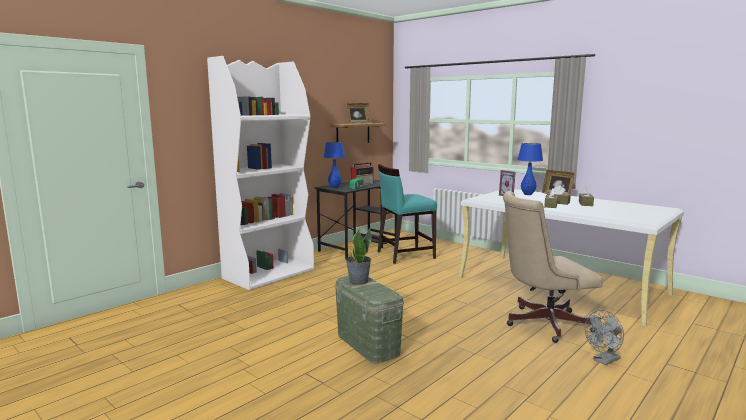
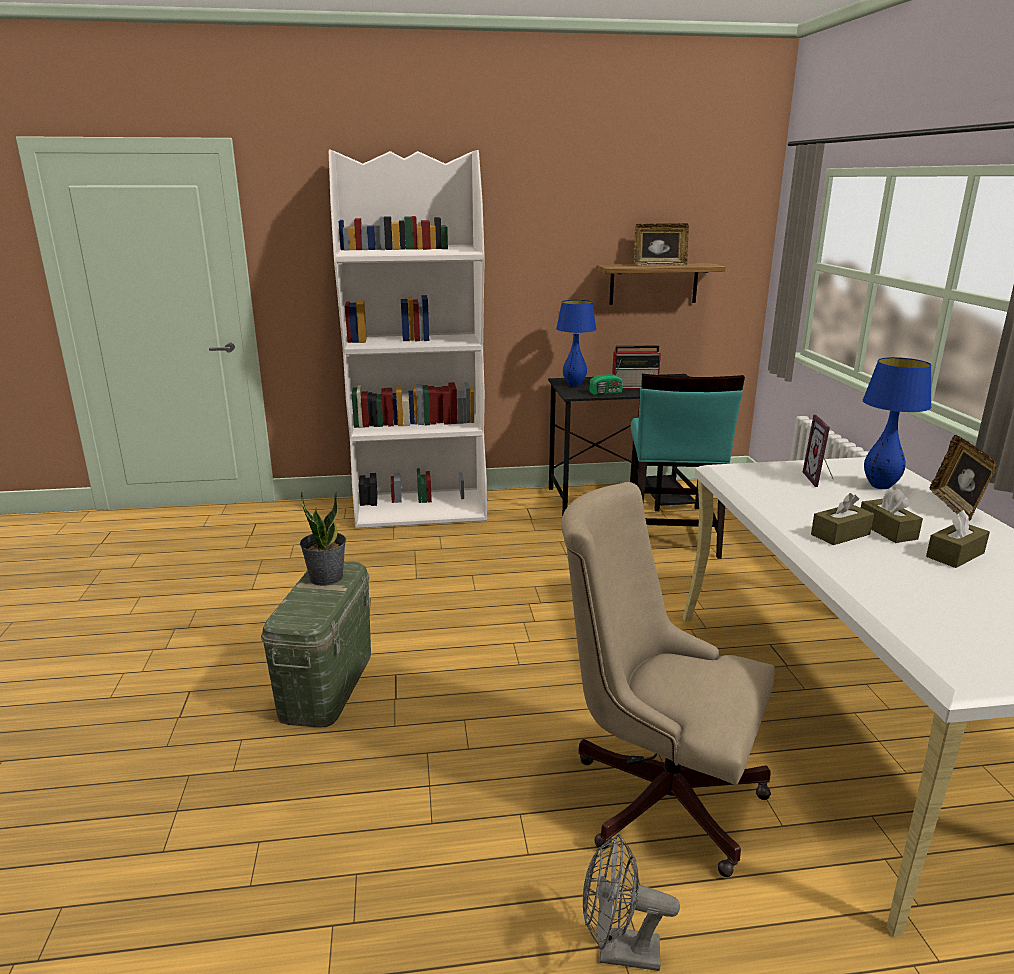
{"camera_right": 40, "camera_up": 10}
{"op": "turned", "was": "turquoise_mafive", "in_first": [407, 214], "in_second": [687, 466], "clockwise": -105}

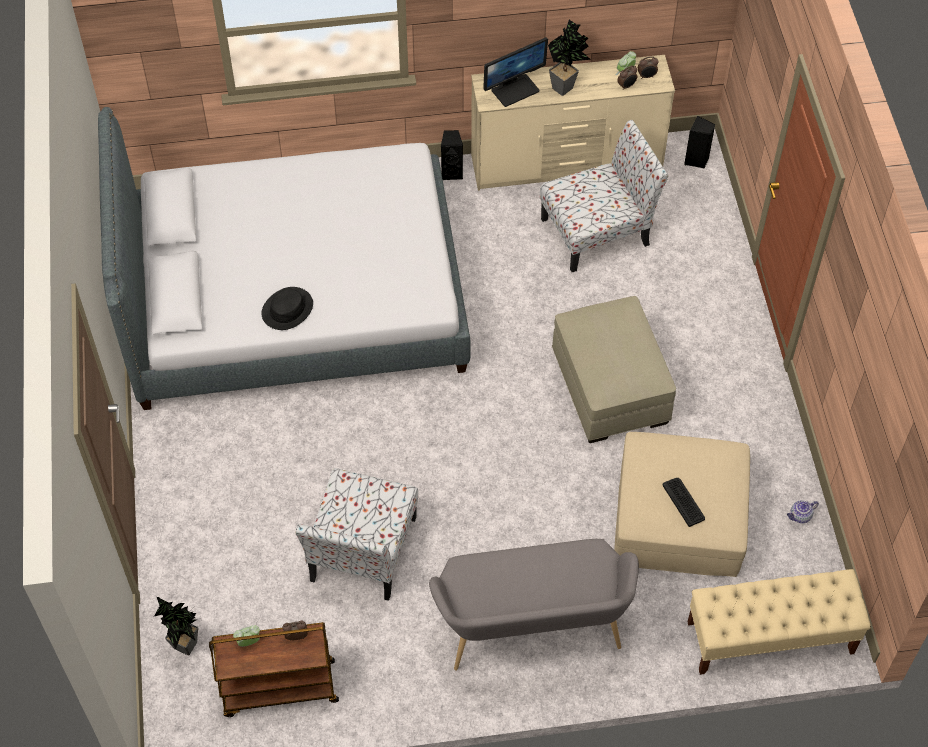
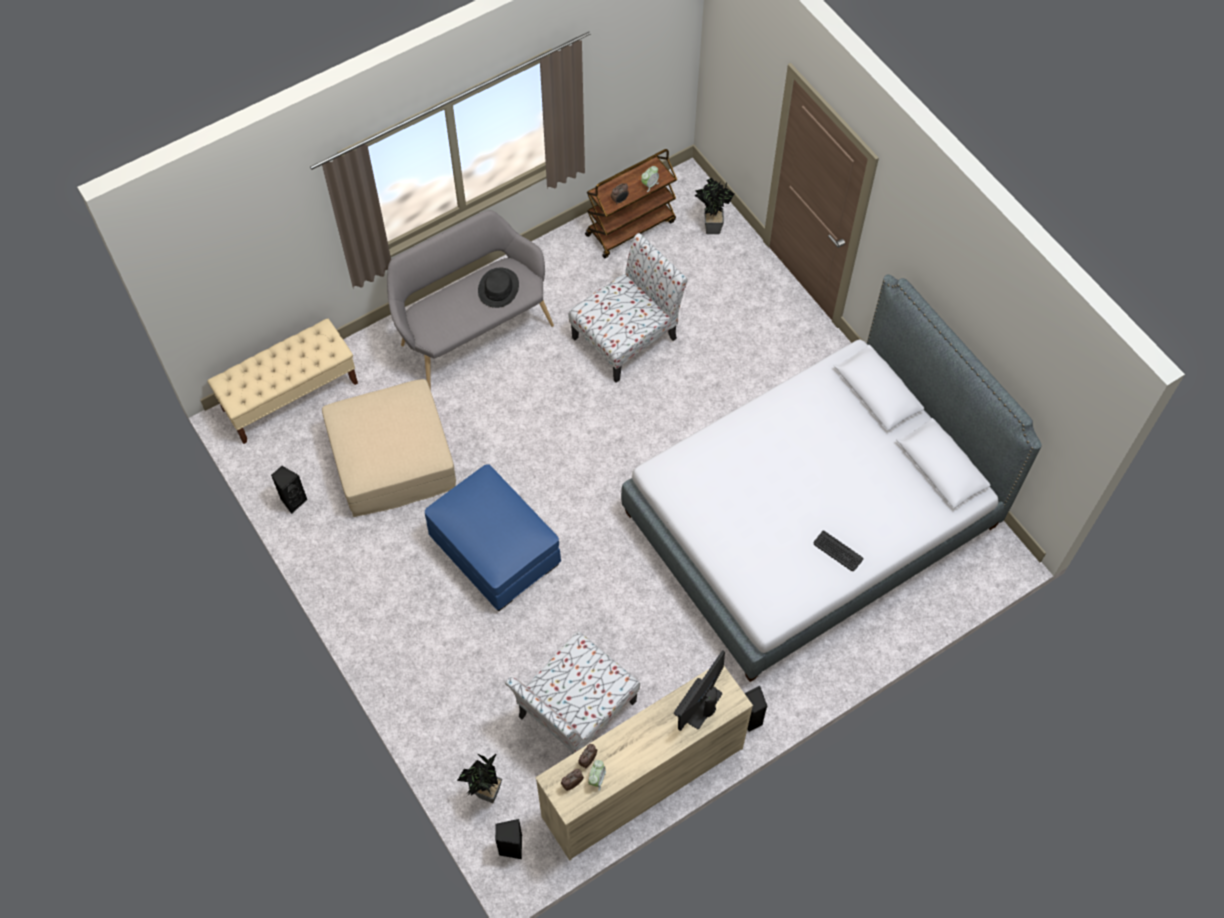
{"camera_right": 155, "camera_up": 5}
{"op": "moved", "was": "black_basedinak", "in_first": [287, 308], "in_second": [498, 288]}
{"op": "moved", "was": "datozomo", "in_first": [569, 58], "in_second": [479, 778]}
{"op": "moved", "was": "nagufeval", "in_first": [684, 502], "in_second": [838, 550]}
{"op": "replaced", "was": "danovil", "now": "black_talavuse", "in_first": [803, 511], "in_second": [289, 490]}
{"op": "recoloured", "was": "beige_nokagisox", "now": "blue_nokagisox", "in_first": [614, 369], "in_second": [493, 537]}
{"op": "turned", "was": "mafive", "in_first": [356, 534], "in_second": [628, 308], "clockwise": 60}

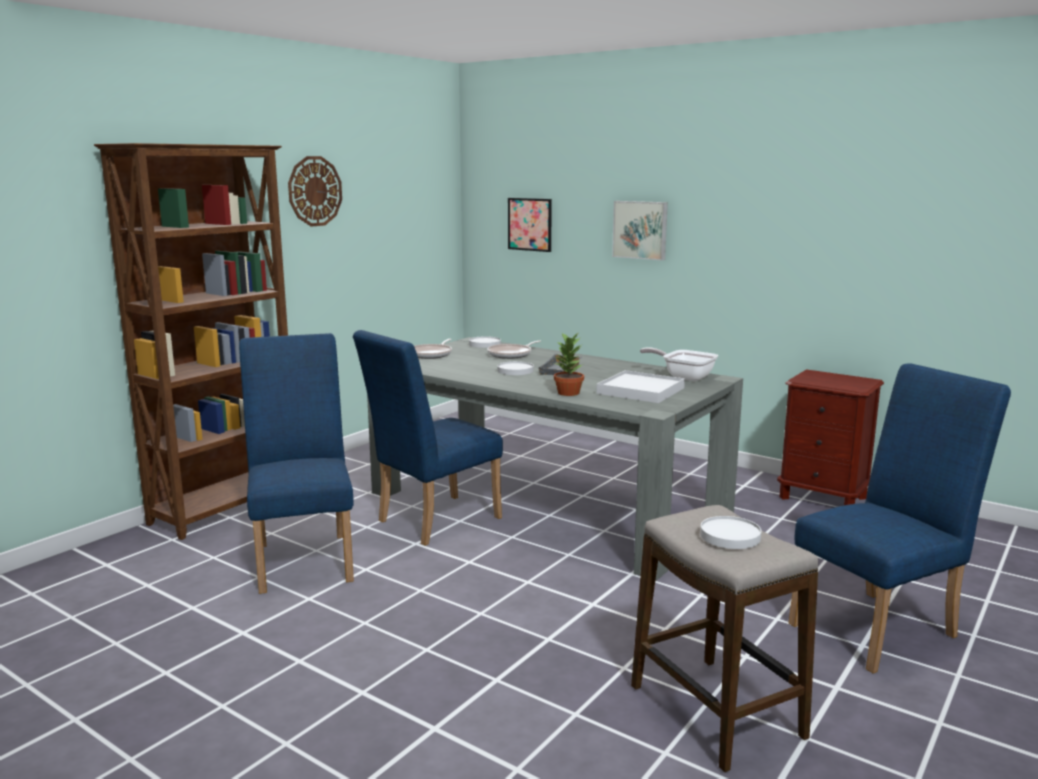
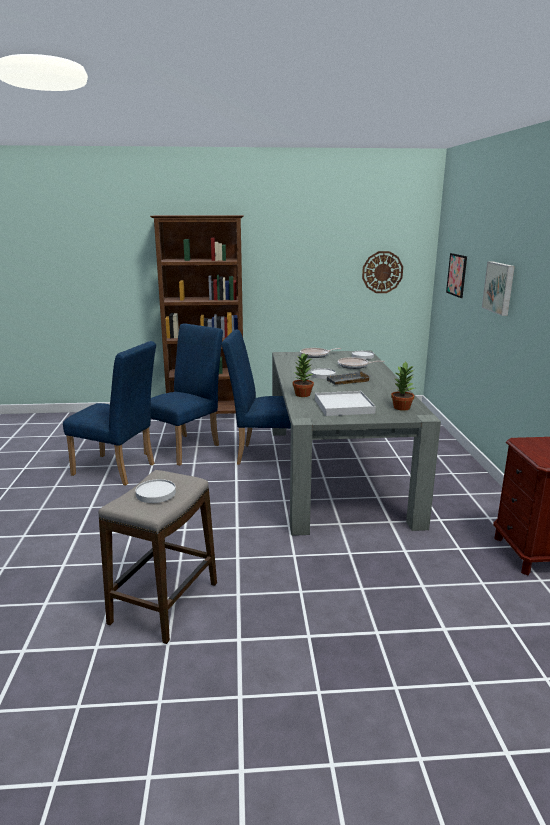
{"camera_right": 50, "camera_up": 5}
{"op": "moved", "was": "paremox", "in_first": [315, 191], "in_second": [382, 272]}
{"op": "moved", "was": "blue_mafive", "in_first": [899, 518], "in_second": [109, 413]}
{"op": "replaced", "was": "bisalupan", "now": "datozomo", "in_first": [679, 364], "in_second": [403, 386]}

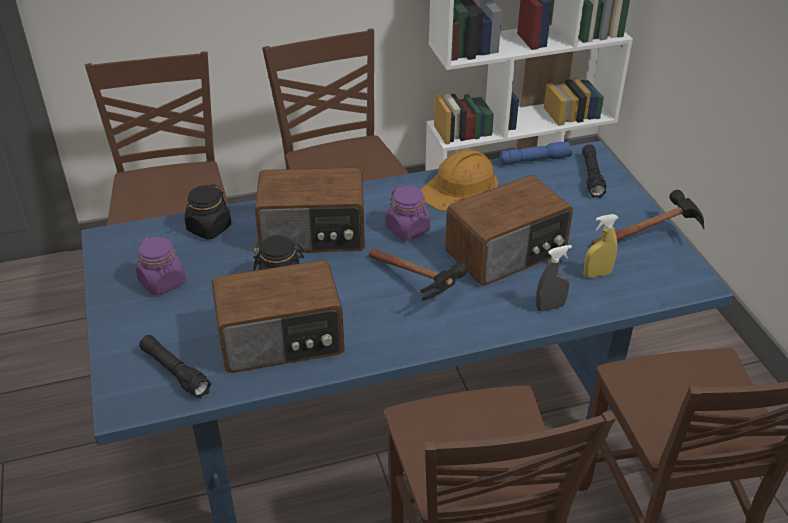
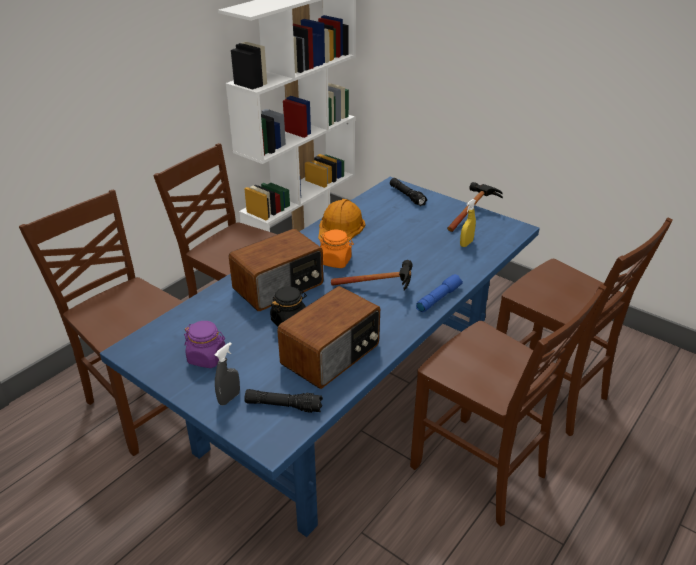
{"camera_right": -35, "camera_up": -5}
{"op": "removed", "was": "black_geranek", "in_first": [208, 212]}
{"op": "removed", "was": "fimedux", "in_first": [509, 230]}
{"op": "moved", "was": "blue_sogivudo", "in_first": [535, 153], "in_second": [439, 293]}
{"op": "moved", "was": "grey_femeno", "in_first": [554, 278], "in_second": [227, 373]}
{"op": "recoloured", "was": "purple_geranek", "now": "orange_geranek", "in_first": [408, 213], "in_second": [337, 249]}

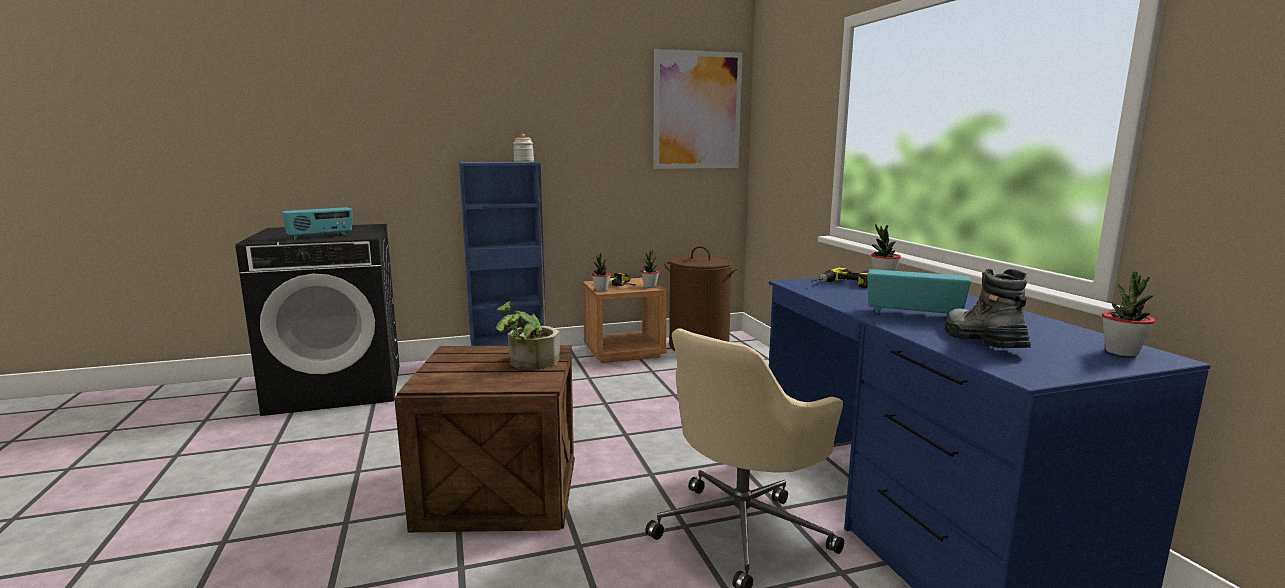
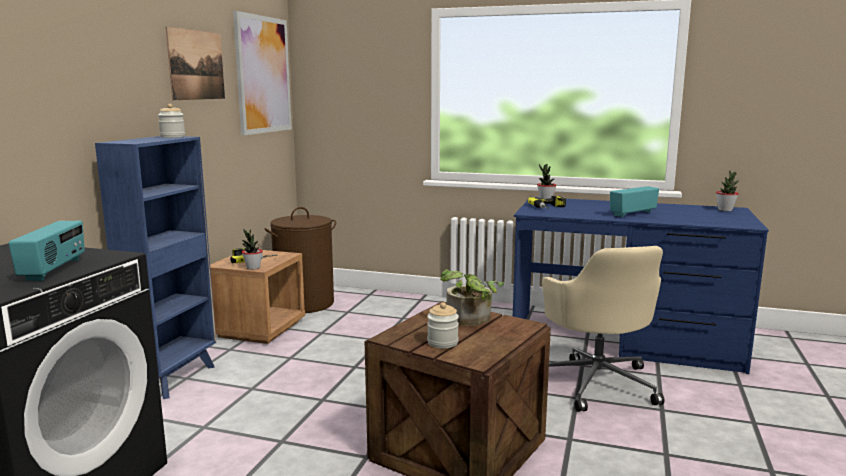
{"camera_right": -55, "camera_up": 0}
{"op": "removed", "was": "datozomo", "in_first": [650, 269]}
{"op": "removed", "was": "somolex", "in_first": [988, 308]}
{"op": "added", "now": "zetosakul", "in_second": [195, 63]}
{"op": "added", "now": "geranek", "in_second": [443, 325]}

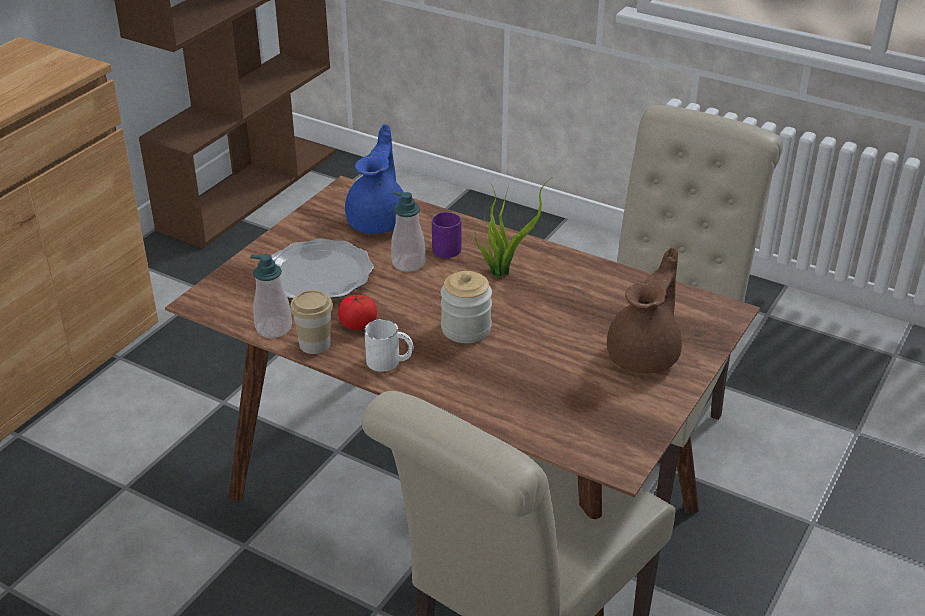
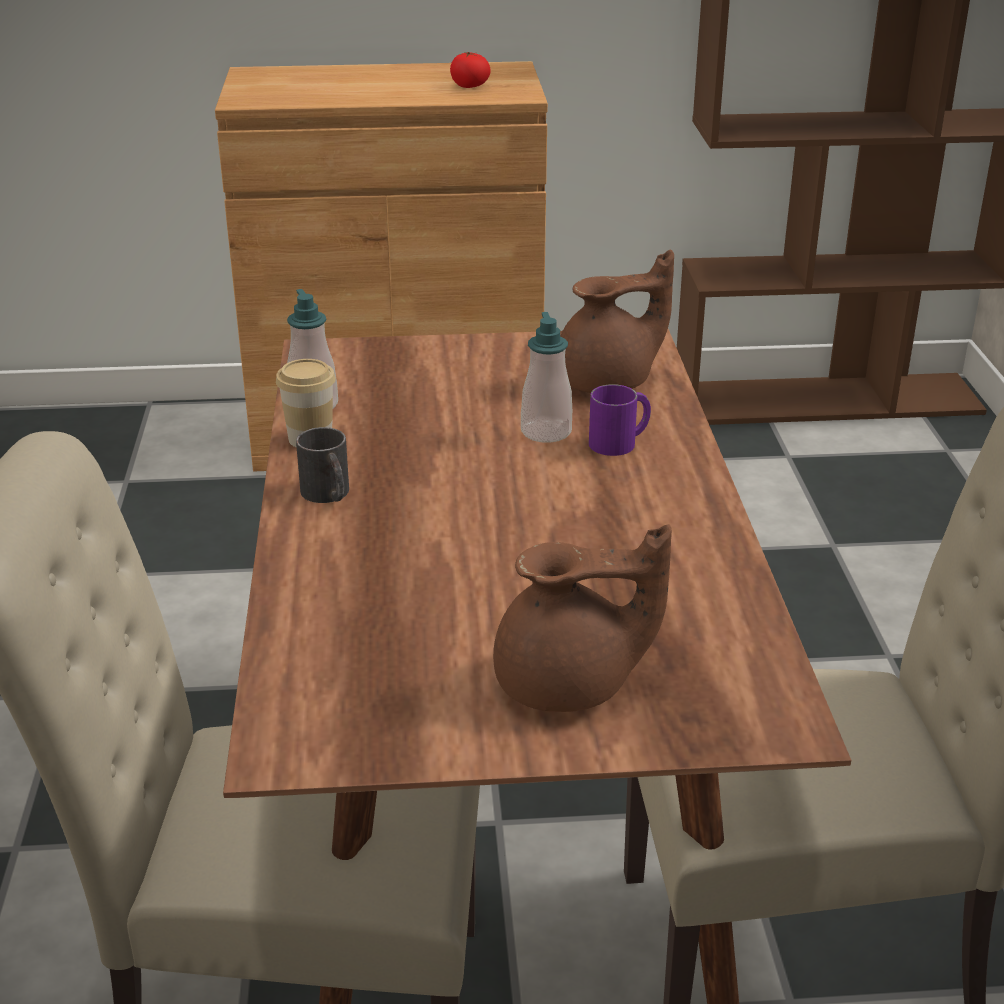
{"camera_right": 55, "camera_up": -5}
{"op": "removed", "was": "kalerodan", "in_first": [322, 268]}
{"op": "removed", "was": "geranek", "in_first": [466, 307]}
{"op": "removed", "was": "datozomo", "in_first": [512, 228]}
{"op": "moved", "was": "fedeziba", "in_first": [357, 312], "in_second": [470, 70]}
{"op": "recoloured", "was": "blue_danovil", "now": "brown_danovil", "in_first": [374, 179], "in_second": [617, 321]}
{"op": "recoloured", "was": "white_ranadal", "now": "black_ranadal", "in_first": [389, 345], "in_second": [322, 465]}

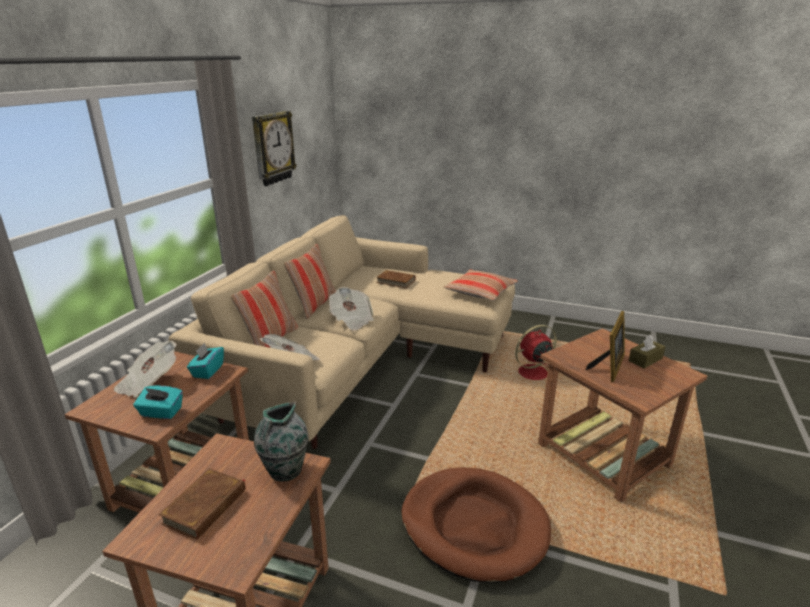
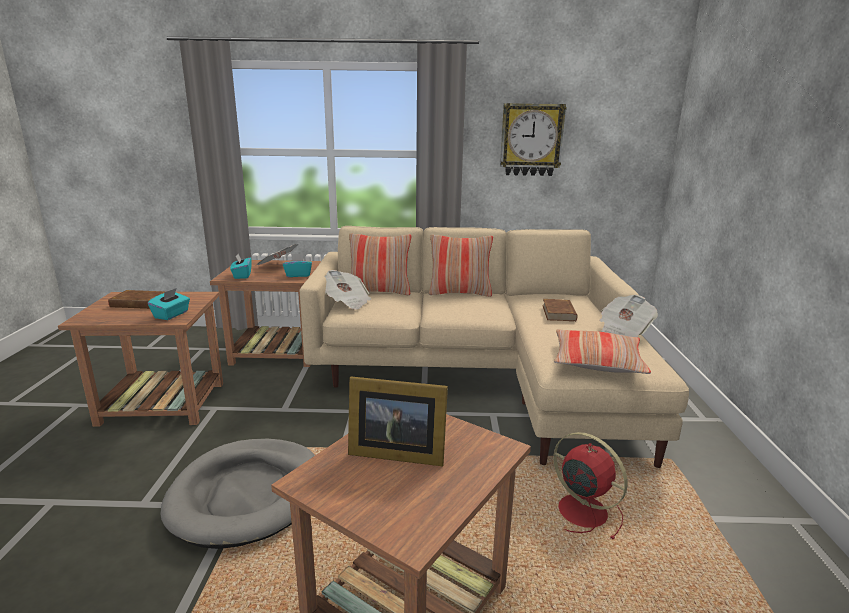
{"camera_right": 70, "camera_up": -5}
{"op": "removed", "was": "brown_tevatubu", "in_first": [647, 351]}
{"op": "moved", "was": "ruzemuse", "in_first": [351, 309], "in_second": [628, 316]}
{"op": "replaced", "was": "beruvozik", "now": "turquoise_tevatubu", "in_first": [281, 441], "in_second": [169, 304]}
{"op": "recoloured", "was": "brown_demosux", "now": "grey_demosux", "in_first": [476, 524], "in_second": [237, 494]}

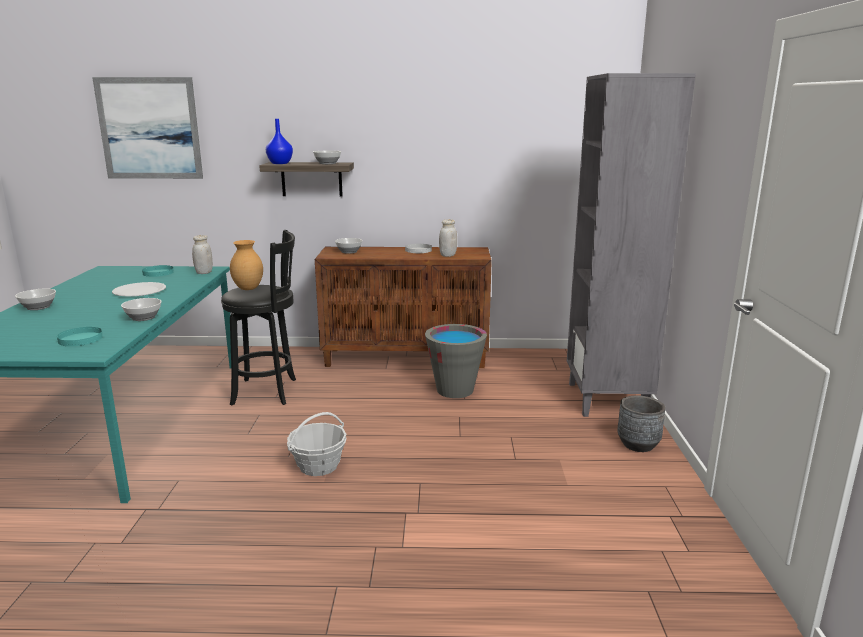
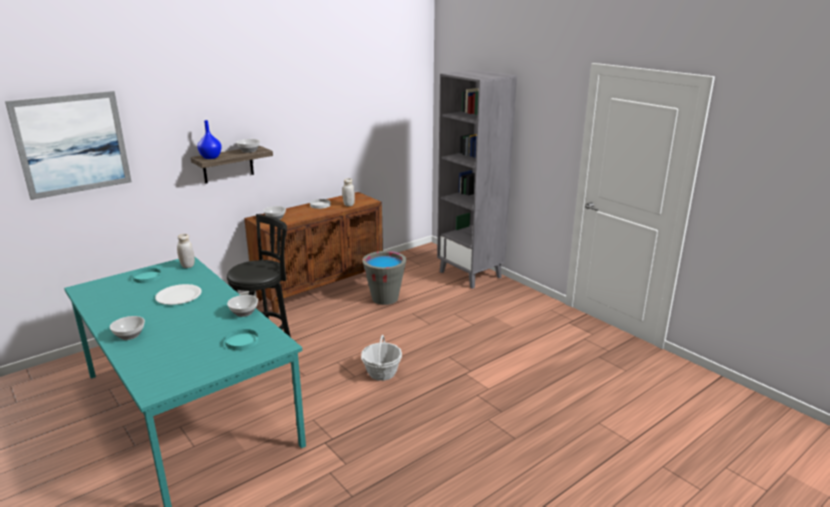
{"camera_right": -40, "camera_up": 5}
{"op": "removed", "was": "brown_beruvozik", "in_first": [246, 265]}
{"op": "removed", "was": "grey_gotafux", "in_first": [641, 424]}

